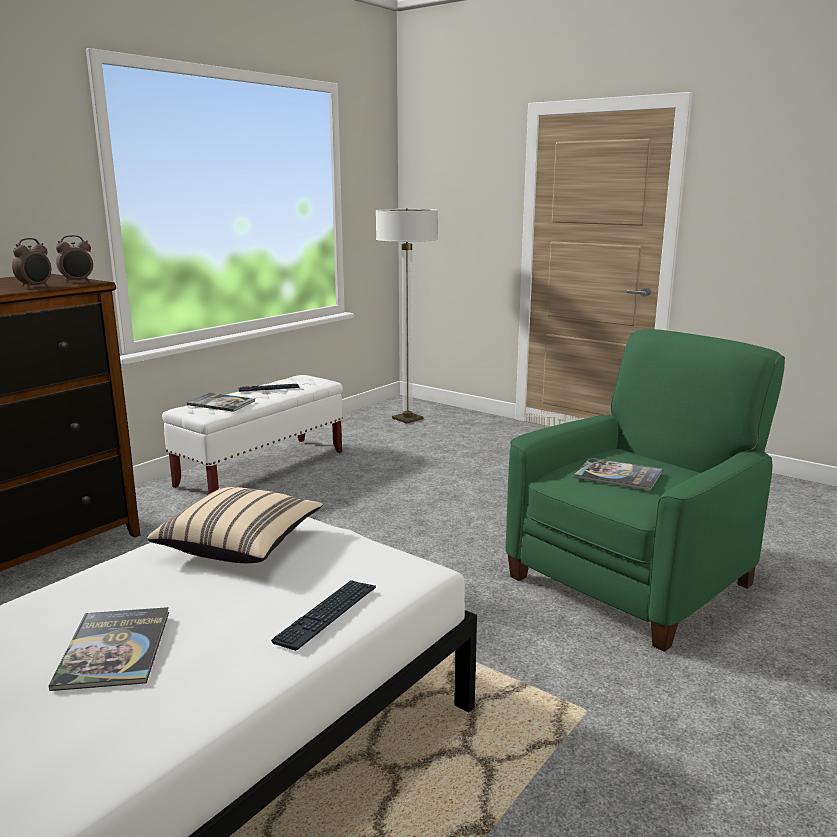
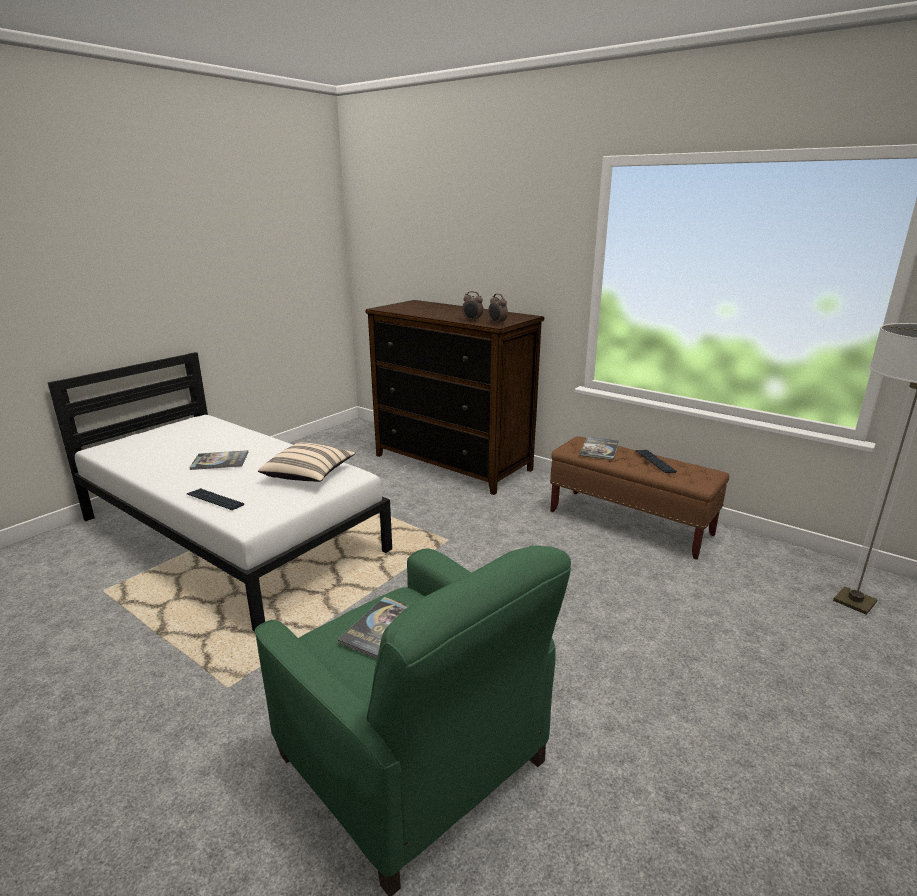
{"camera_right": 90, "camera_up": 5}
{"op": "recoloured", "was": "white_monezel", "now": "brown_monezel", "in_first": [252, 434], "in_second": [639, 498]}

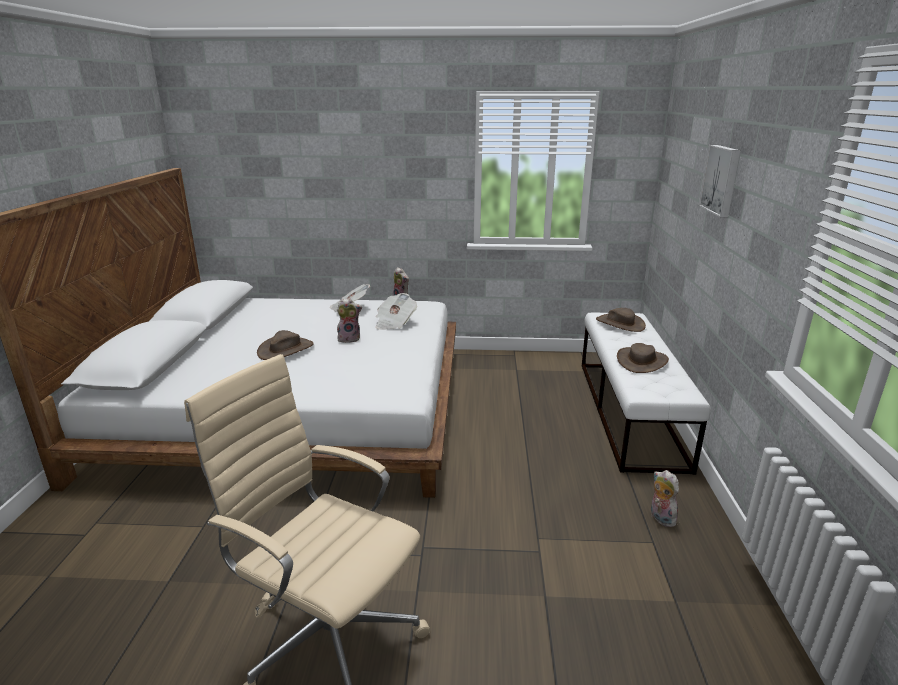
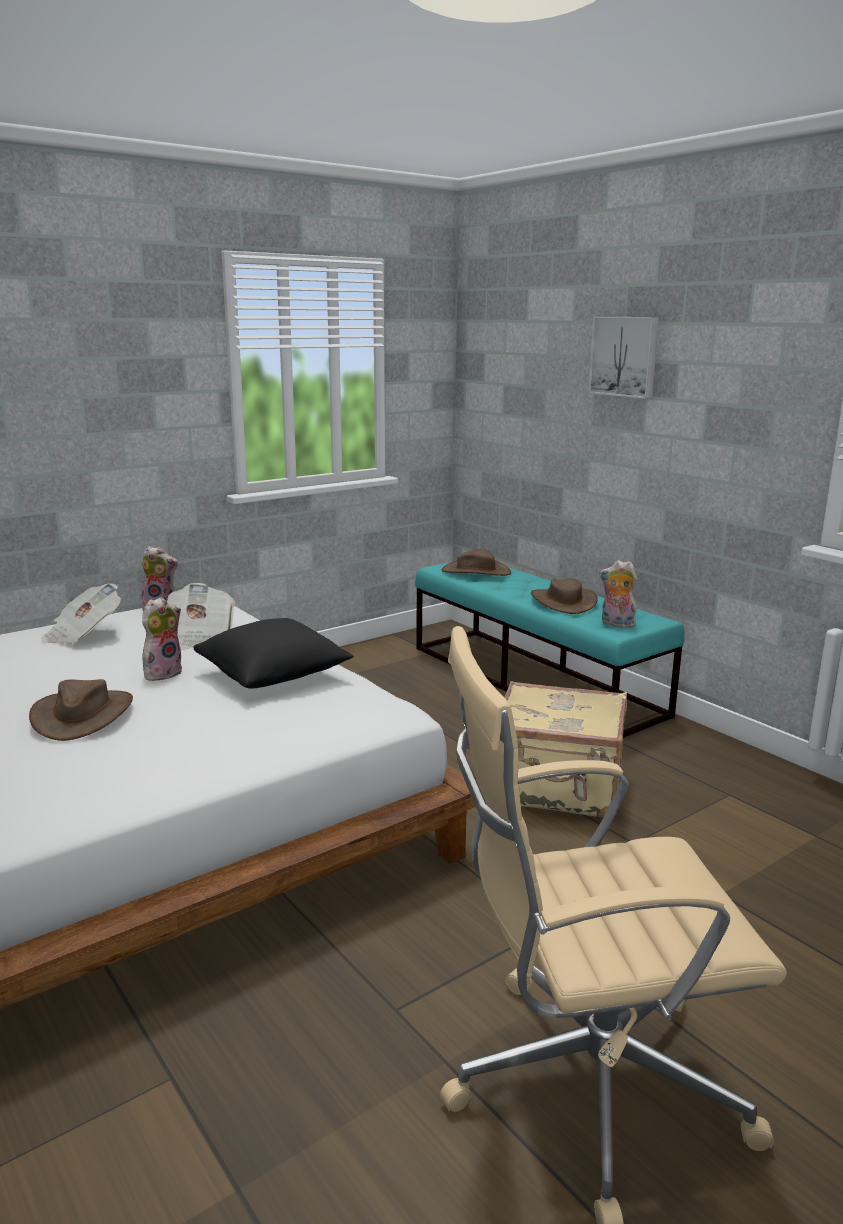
{"camera_right": -40, "camera_up": -5}
{"op": "added", "now": "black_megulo", "in_second": [273, 653]}
{"op": "added", "now": "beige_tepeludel", "in_second": [565, 750]}
{"op": "moved", "was": "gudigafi", "in_first": [664, 498], "in_second": [618, 594]}
{"op": "recoloured", "was": "white_monezel", "now": "turquoise_monezel", "in_first": [646, 394], "in_second": [550, 650]}

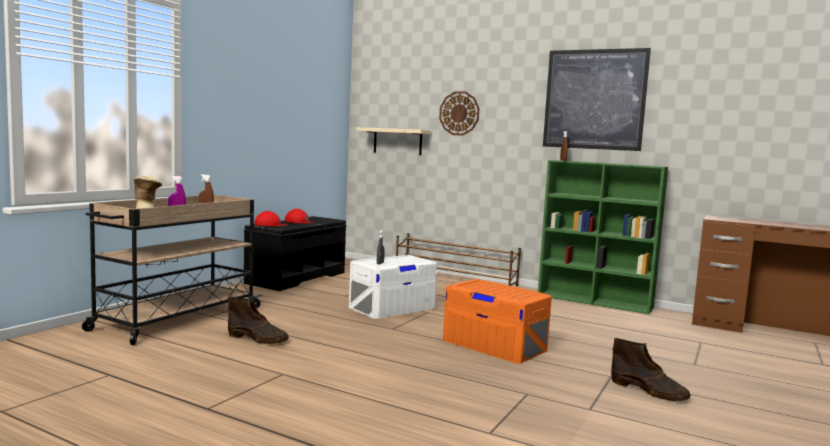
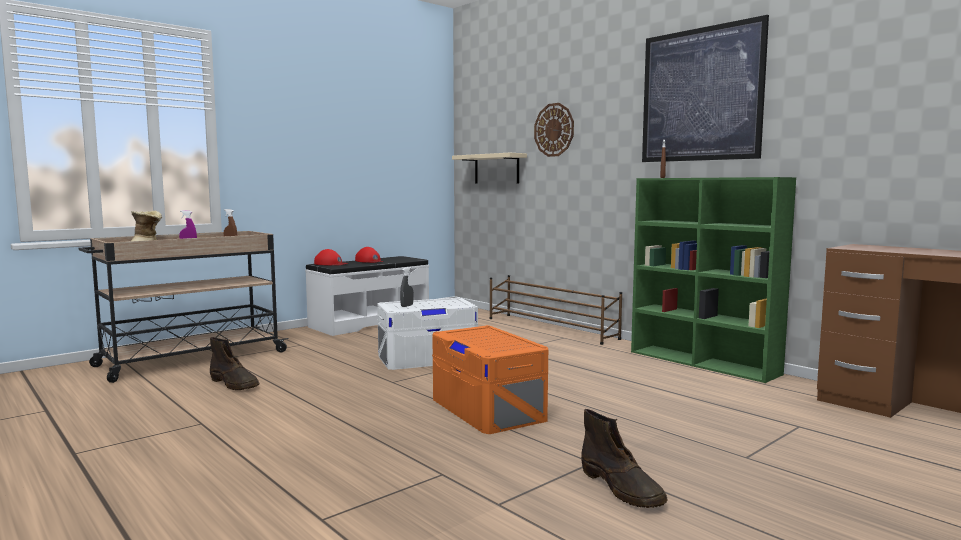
{"camera_right": 20, "camera_up": 0}
{"op": "recoloured", "was": "black_monezel", "now": "white_monezel", "in_first": [295, 253], "in_second": [367, 296]}

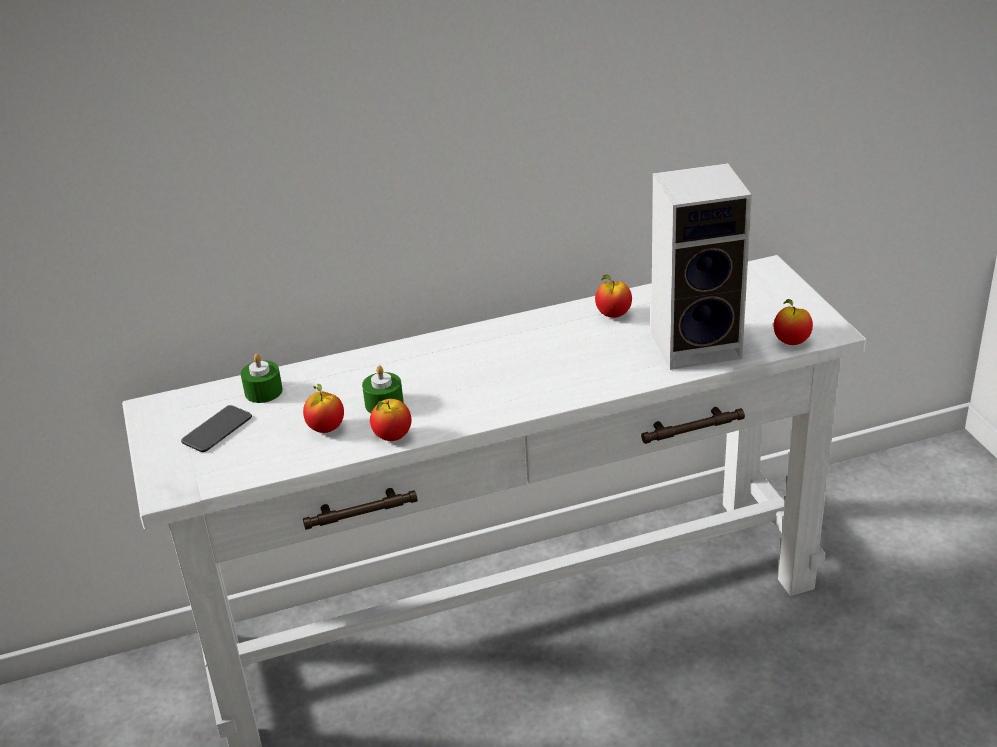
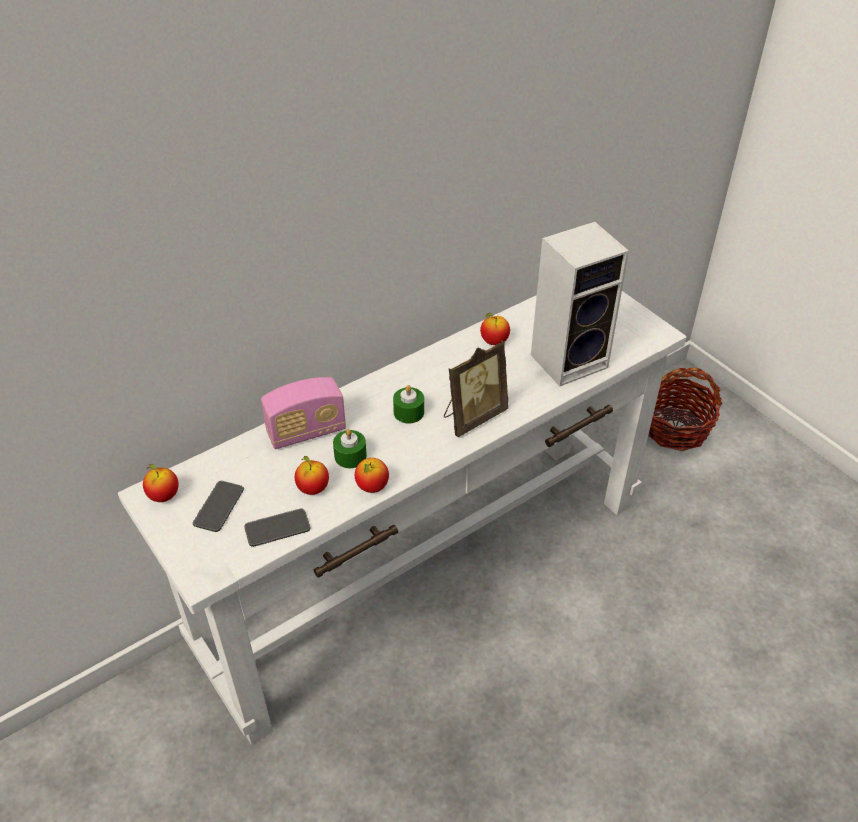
{"camera_right": -20, "camera_up": 10}
{"op": "added", "now": "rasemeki", "in_second": [277, 527]}
{"op": "added", "now": "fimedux", "in_second": [303, 413]}
{"op": "added", "now": "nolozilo", "in_second": [476, 388]}
{"op": "added", "now": "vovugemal", "in_second": [685, 409]}
{"op": "moved", "was": "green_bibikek", "in_first": [262, 378], "in_second": [408, 404]}
{"op": "moved", "was": "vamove", "in_first": [793, 322], "in_second": [161, 483]}

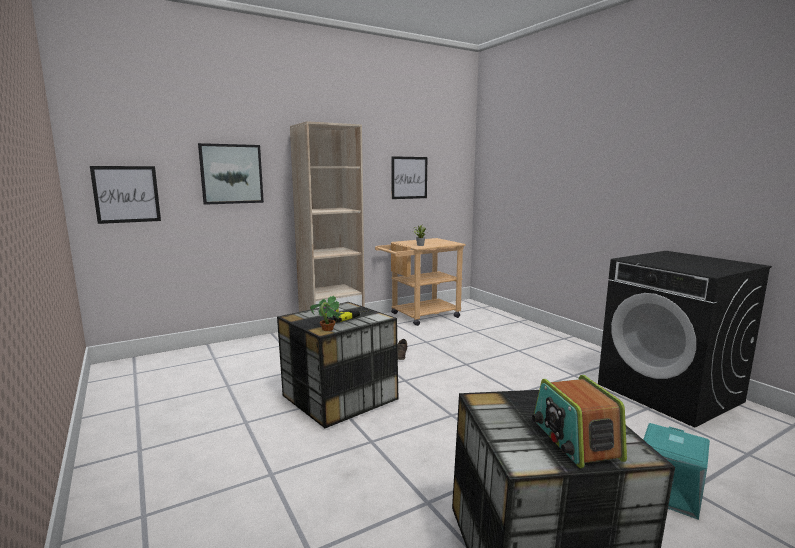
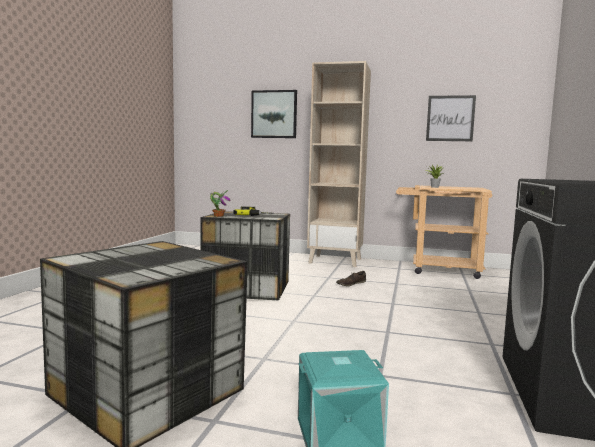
{"camera_right": 45, "camera_up": -5}
{"op": "removed", "was": "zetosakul", "in_first": [125, 195]}
{"op": "removed", "was": "fimedux", "in_first": [579, 421]}

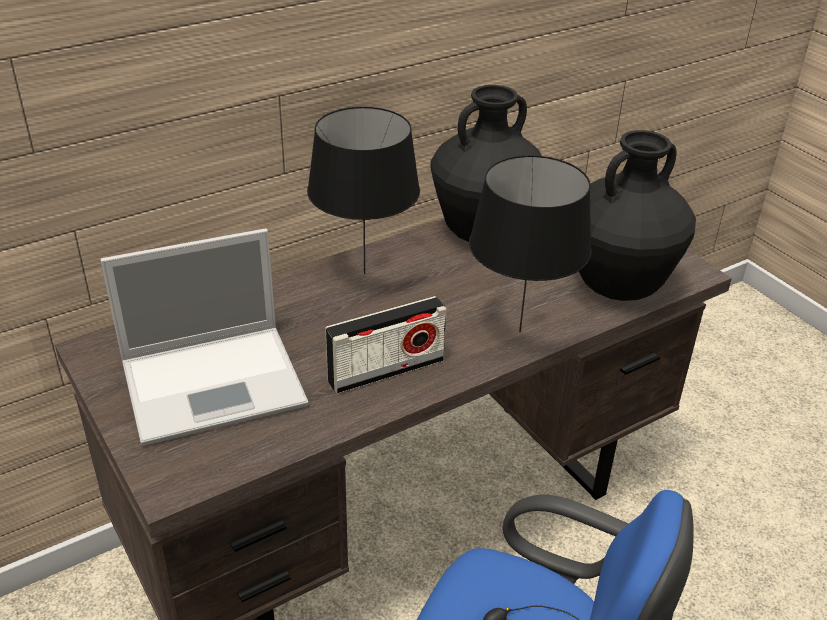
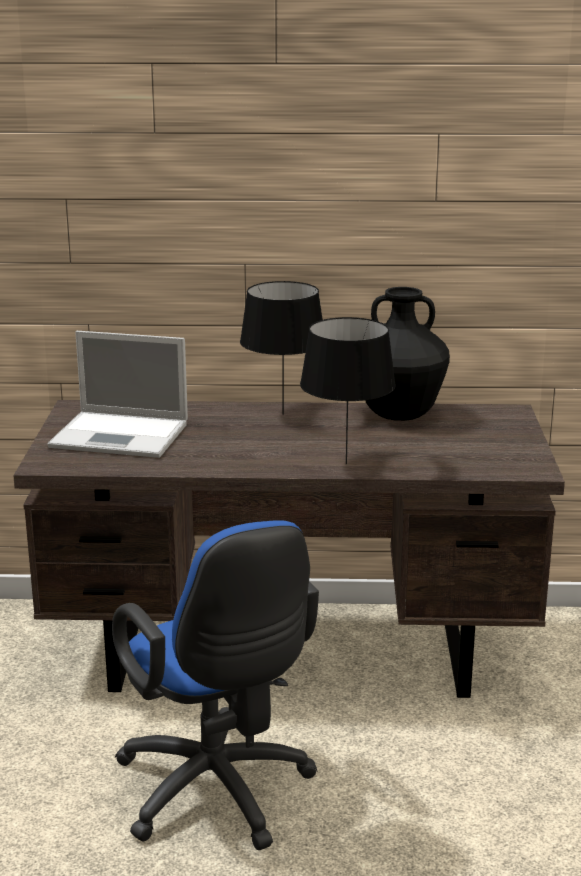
{"camera_right": 35, "camera_up": -15}
{"op": "removed", "was": "fimedux", "in_first": [386, 345]}
{"op": "removed", "was": "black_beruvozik", "in_first": [637, 215]}

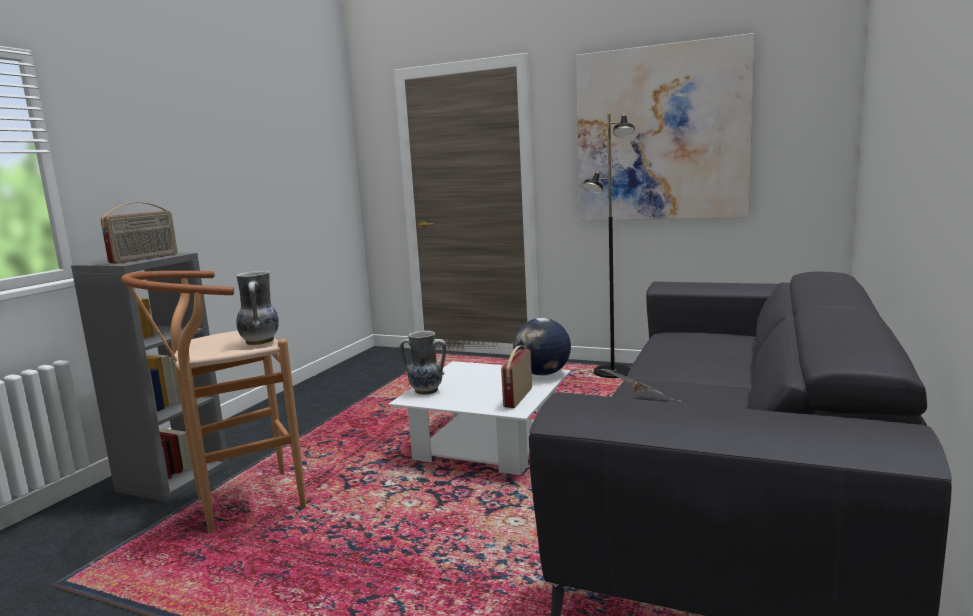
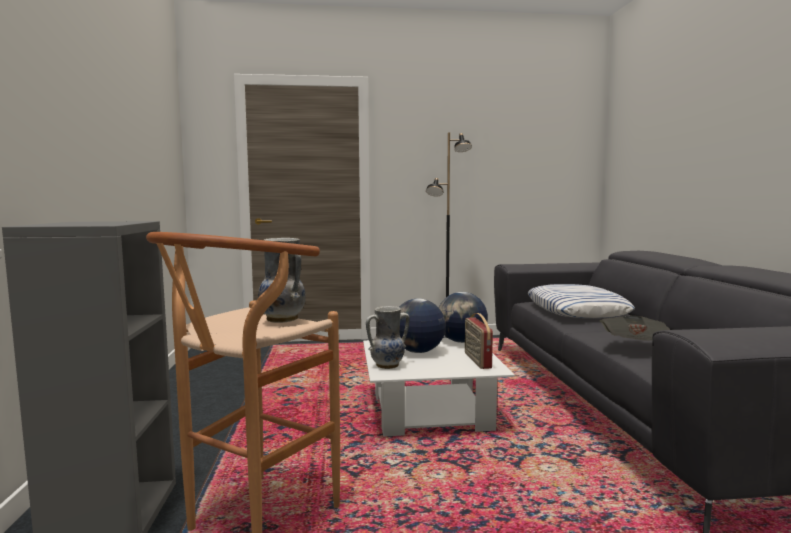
{"camera_right": -30, "camera_up": -5}
{"op": "removed", "was": "fimedux", "in_first": [139, 233]}
{"op": "removed", "was": "zetosakul", "in_first": [665, 127]}
{"op": "added", "now": "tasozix", "in_second": [422, 325]}
{"op": "added", "now": "megulo", "in_second": [581, 301]}

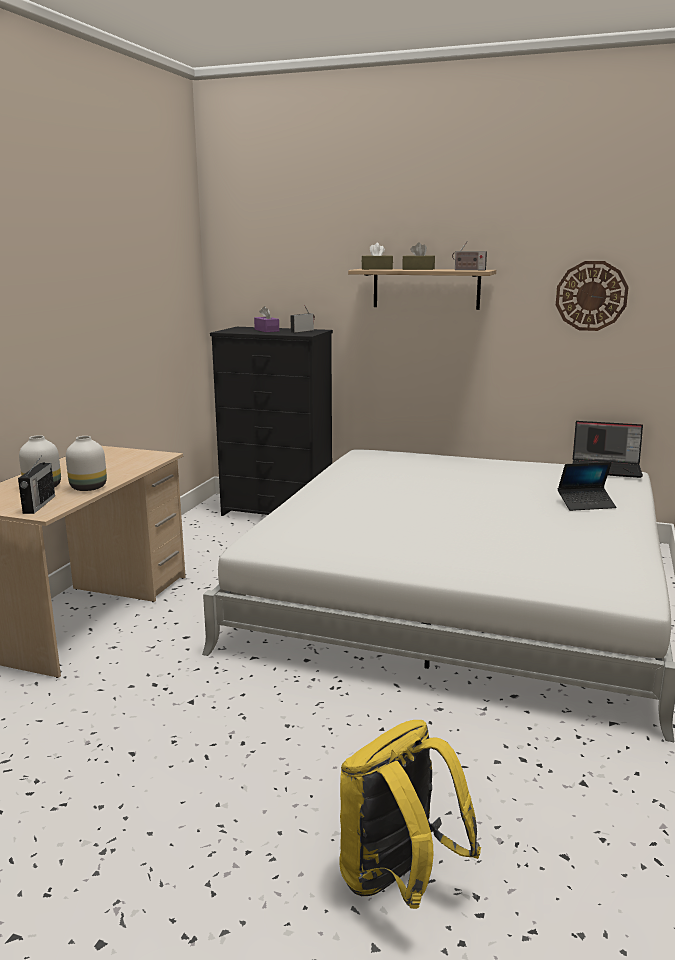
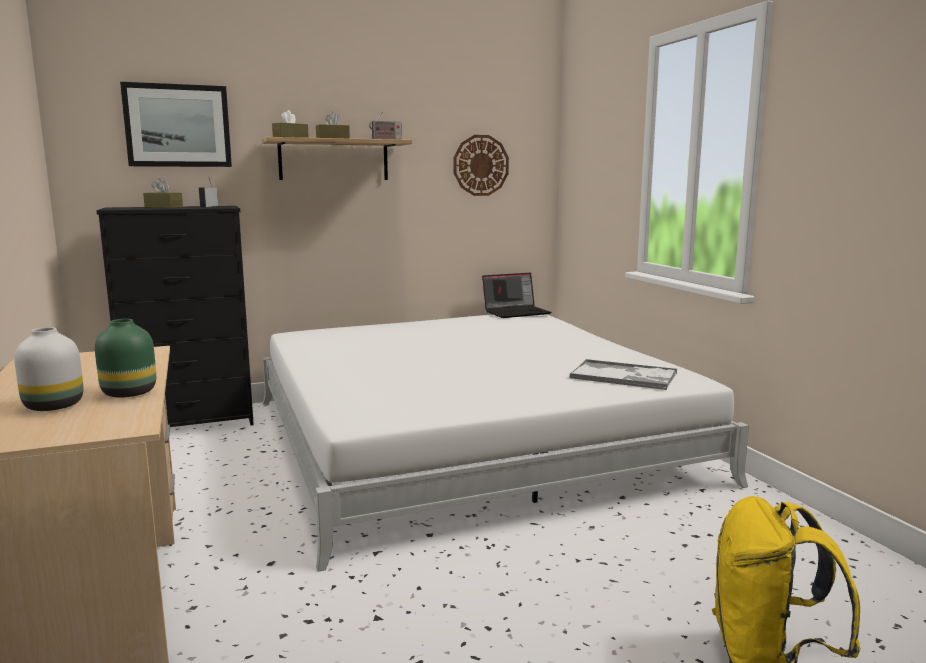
{"camera_right": -40, "camera_up": -5}
{"op": "removed", "was": "fimedux", "in_first": [36, 485]}
{"op": "removed", "was": "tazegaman", "in_first": [587, 486]}
{"op": "added", "now": "zetosakul", "in_second": [176, 124]}
{"op": "added", "now": "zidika", "in_second": [623, 374]}
{"op": "recoloured", "was": "white_beruvozik", "now": "green_beruvozik", "in_first": [86, 463], "in_second": [125, 358]}
{"op": "recoloured", "was": "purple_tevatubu", "now": "brown_tevatubu", "in_first": [266, 319], "in_second": [163, 193]}

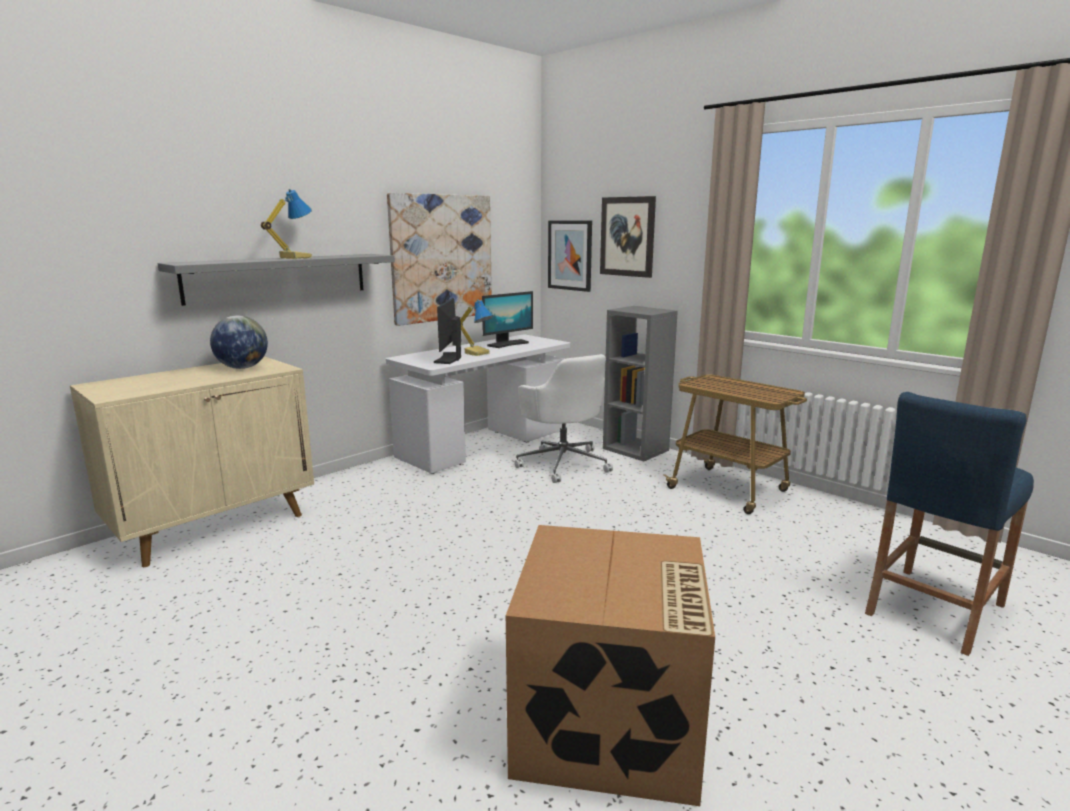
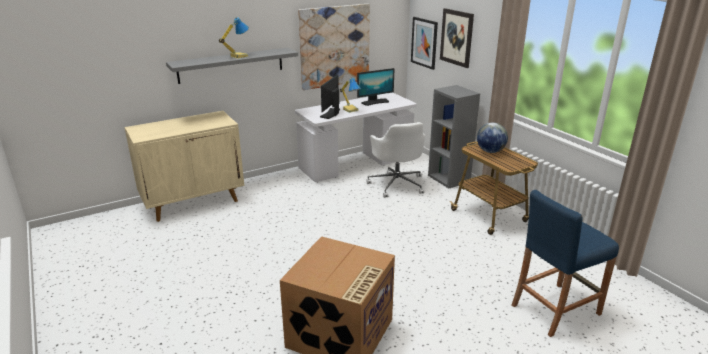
{"camera_right": 15, "camera_up": 10}
{"op": "moved", "was": "tasozix", "in_first": [239, 342], "in_second": [492, 138]}

